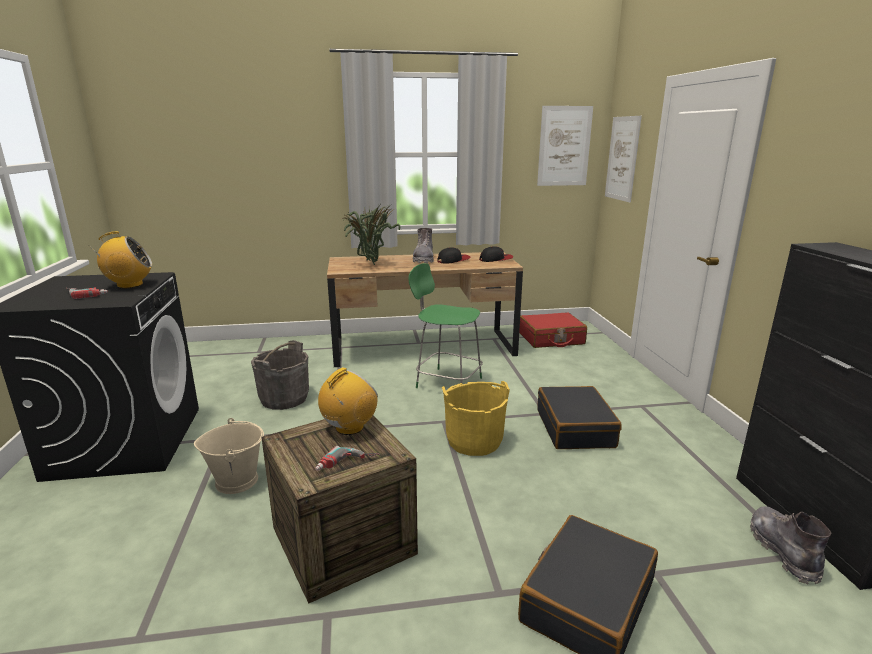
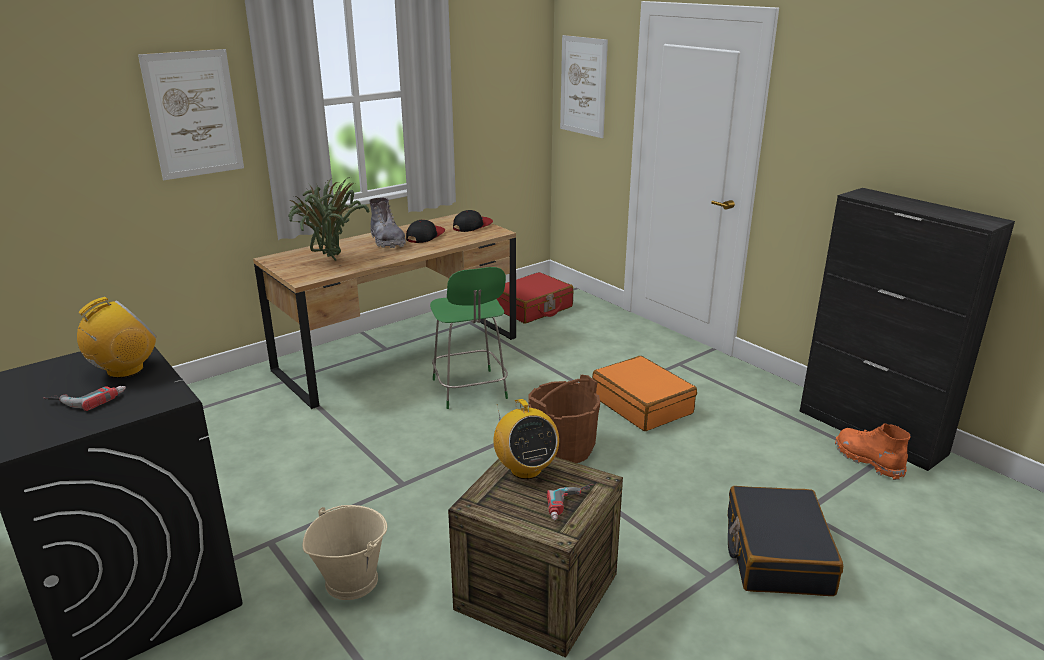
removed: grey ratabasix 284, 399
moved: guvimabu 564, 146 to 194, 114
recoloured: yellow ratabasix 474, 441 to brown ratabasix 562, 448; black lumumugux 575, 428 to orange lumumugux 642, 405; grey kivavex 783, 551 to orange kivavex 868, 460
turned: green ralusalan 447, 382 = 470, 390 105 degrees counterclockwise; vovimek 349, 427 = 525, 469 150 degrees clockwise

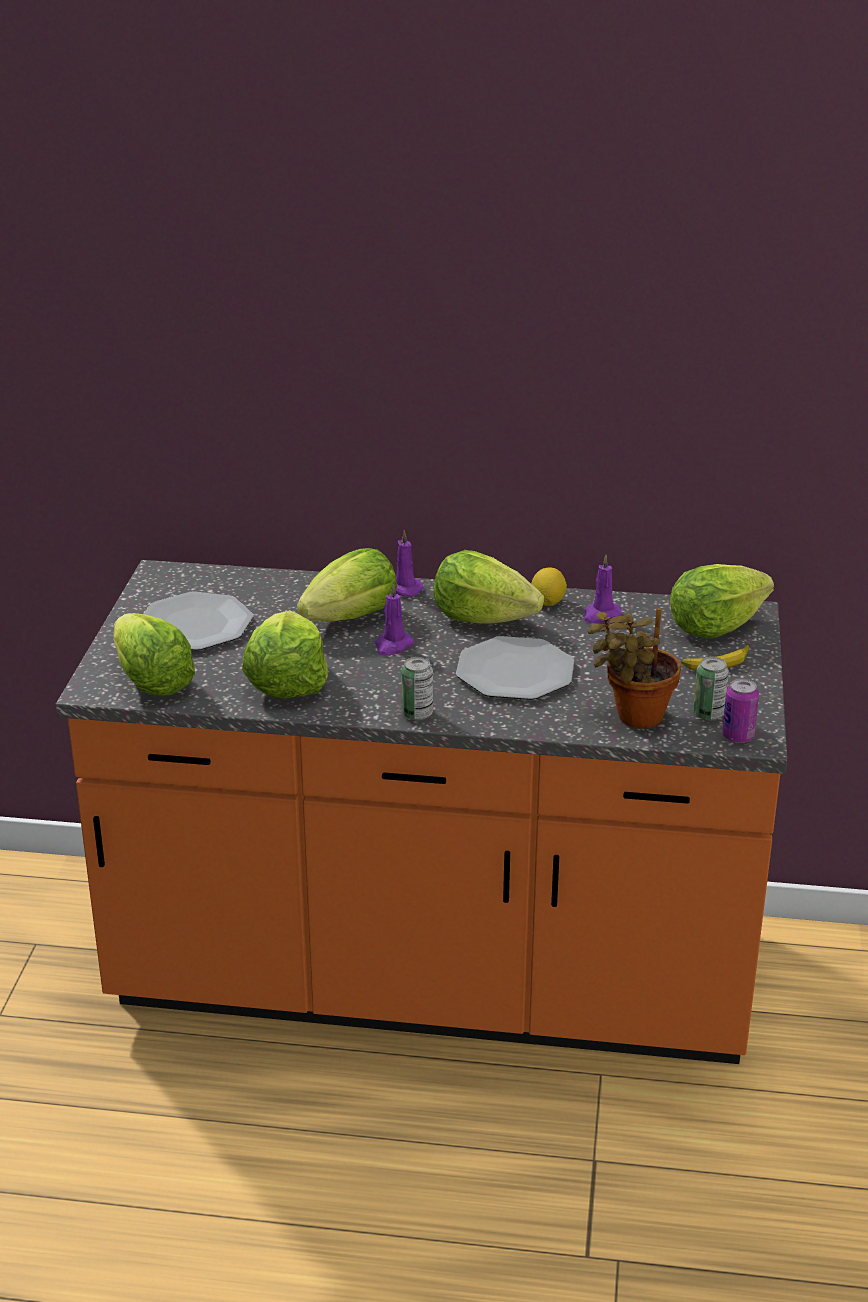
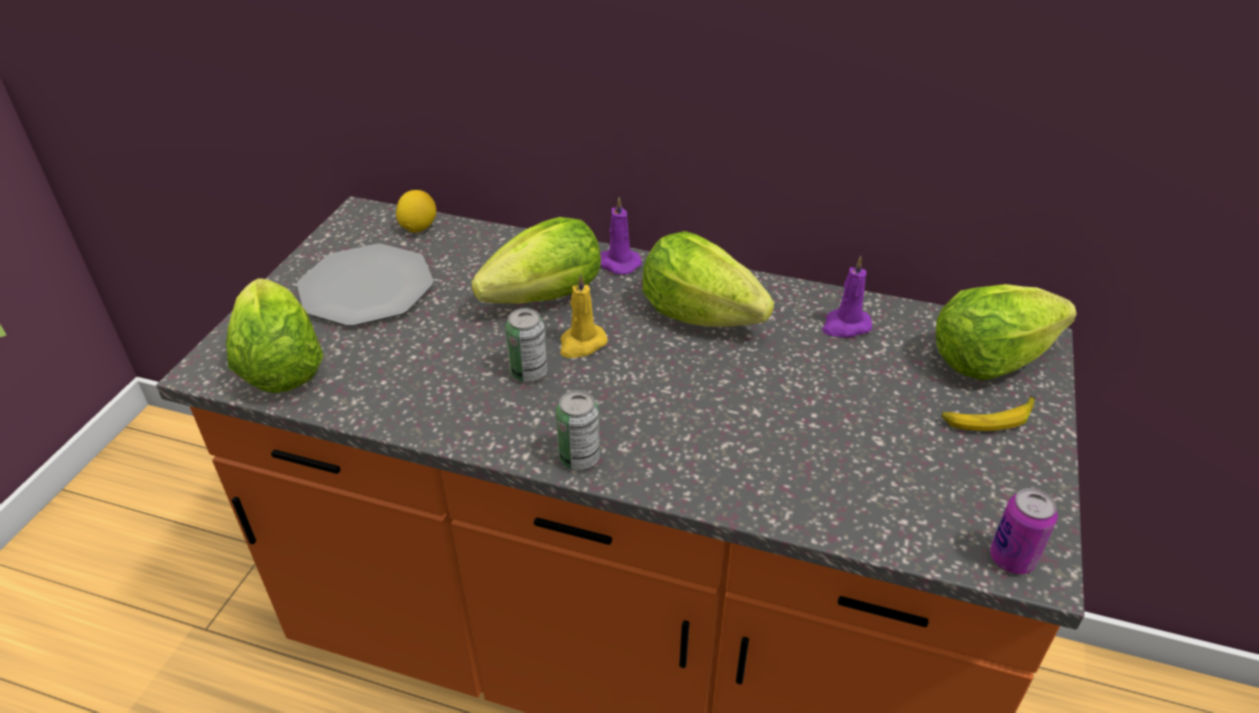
removed: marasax 634, 716; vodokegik 286, 682; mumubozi 515, 672
moved: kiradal 548, 602 to 418, 227; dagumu 708, 714 to 529, 372
recoloured: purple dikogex 393, 646 to yellow dikogex 581, 344

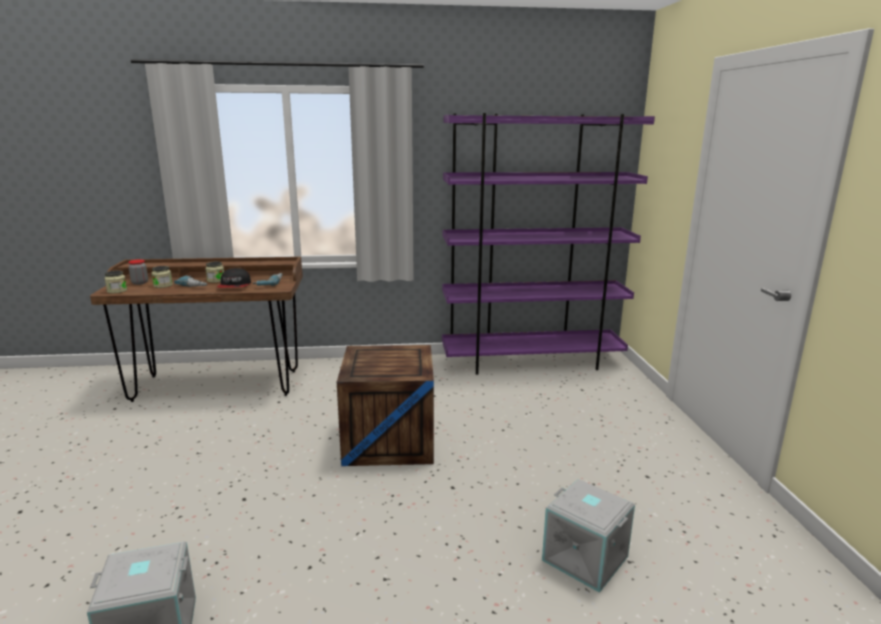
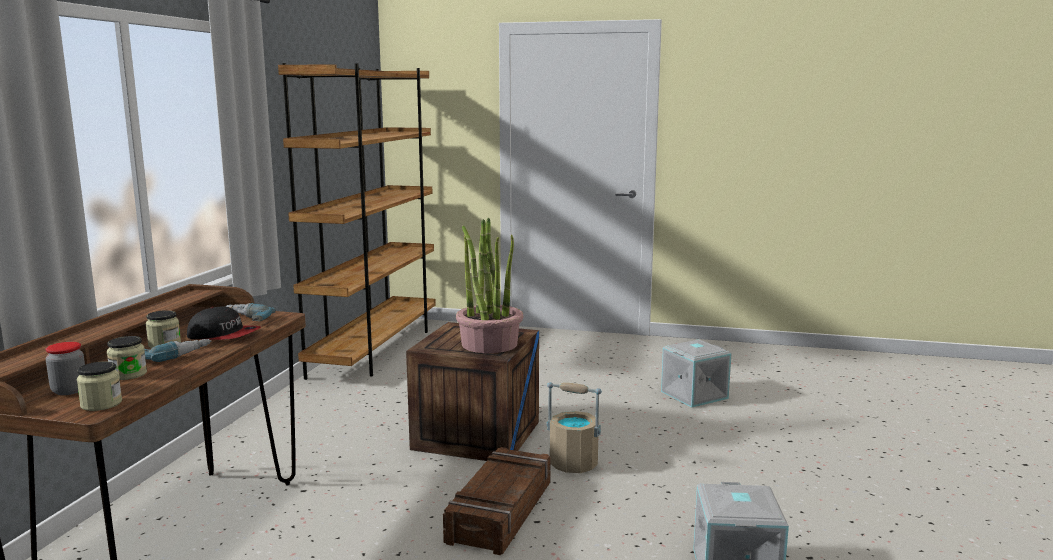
added: marasax 489, 344; beige ratabasix 573, 464; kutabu 499, 511
recoloured: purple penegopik 531, 362 to brown penegopik 375, 350

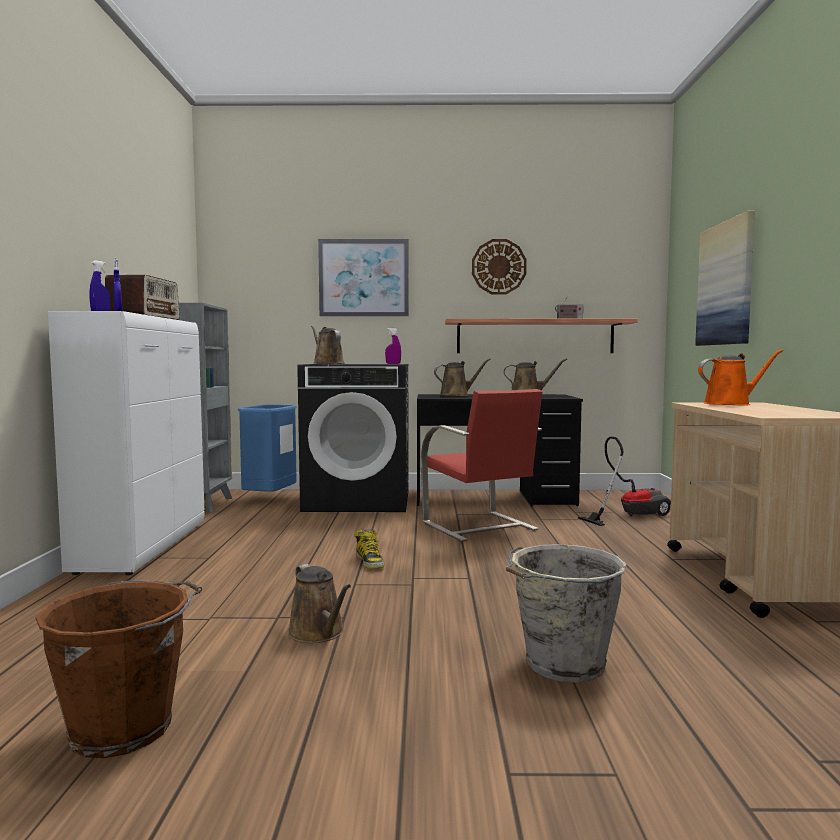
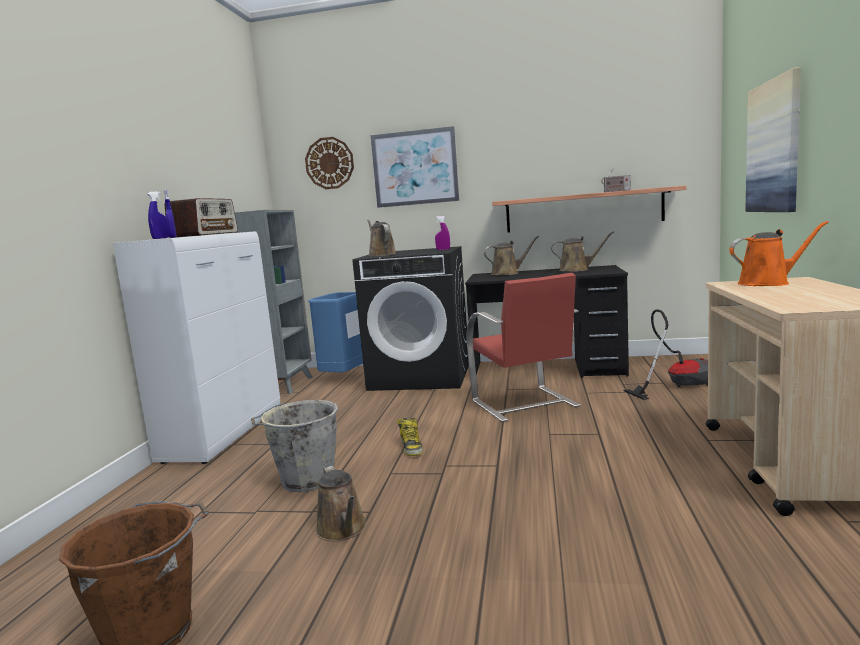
moved: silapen 499, 267 to 329, 163; grey ratabasix 562, 664 to 305, 480

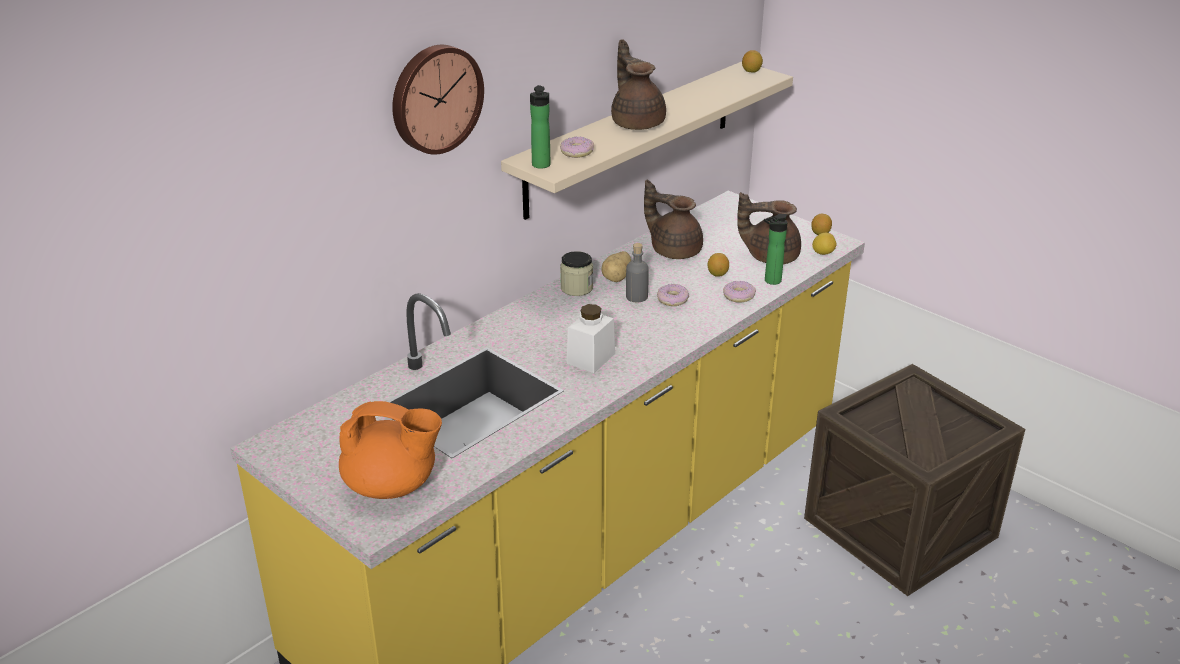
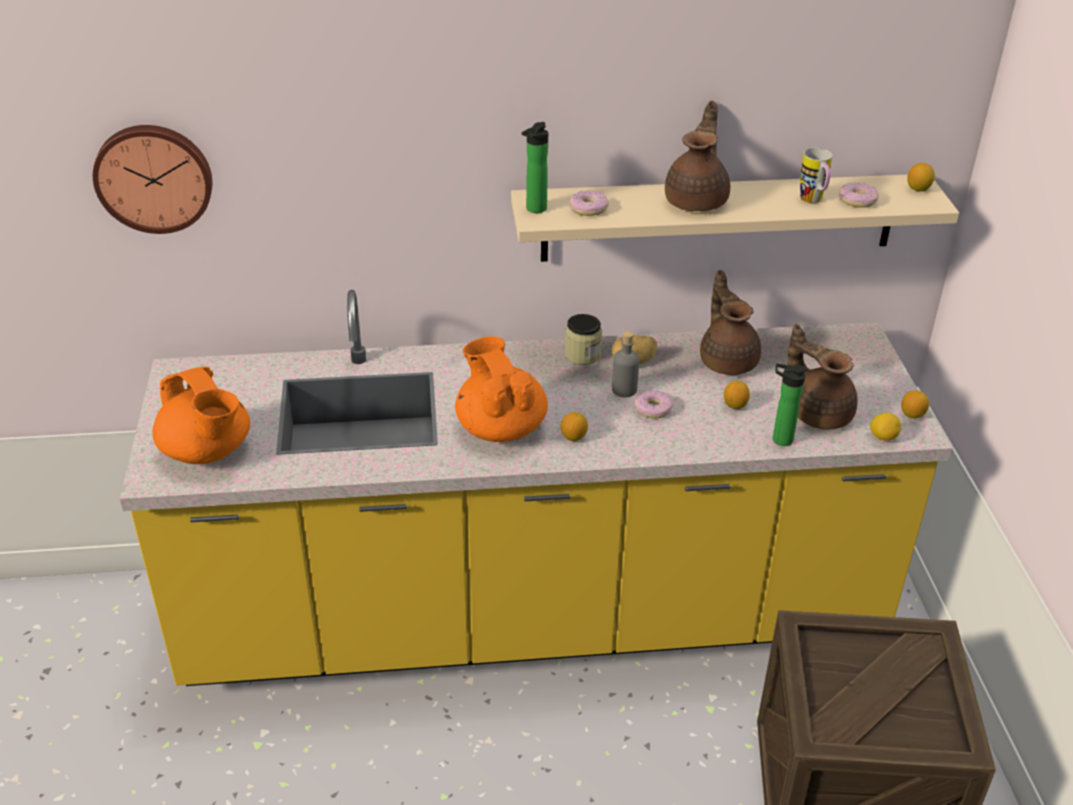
added: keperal 813, 201; kiradal 573, 437
moved: silapen 435, 98 to 154, 177; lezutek 738, 296 to 857, 200
replaced: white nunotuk 591, 358 to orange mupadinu 500, 427

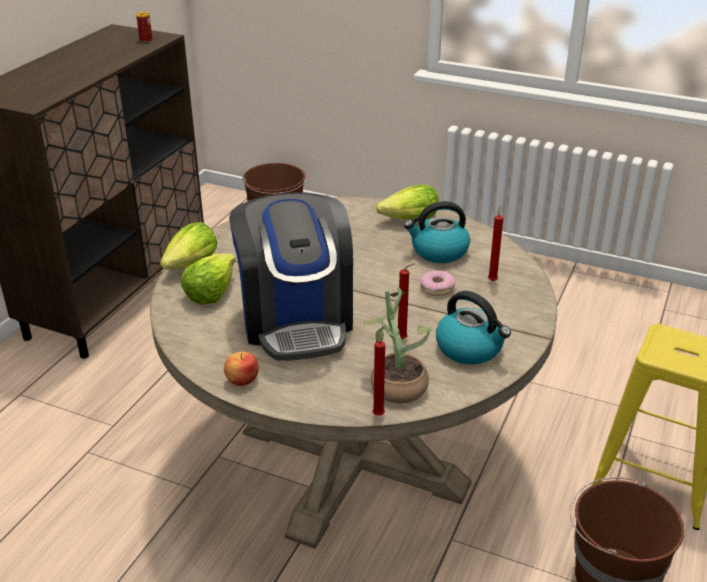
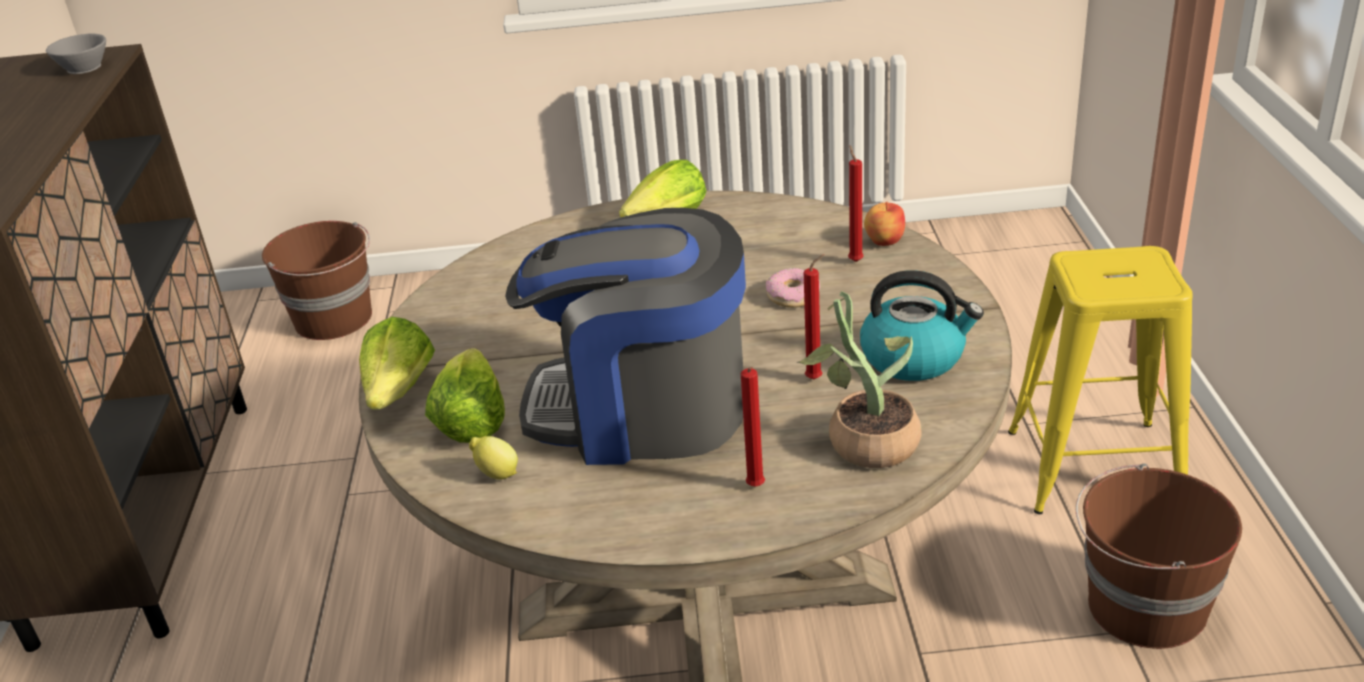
removed: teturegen 438, 251
added: kiradal 496, 474
moved: red dikogex 377, 416 to 755, 488; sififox 242, 380 to 884, 240
replaced: dagumu 146, 40 to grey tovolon 82, 67
turned: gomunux 296, 320 = 642, 410 135 degrees clockwise

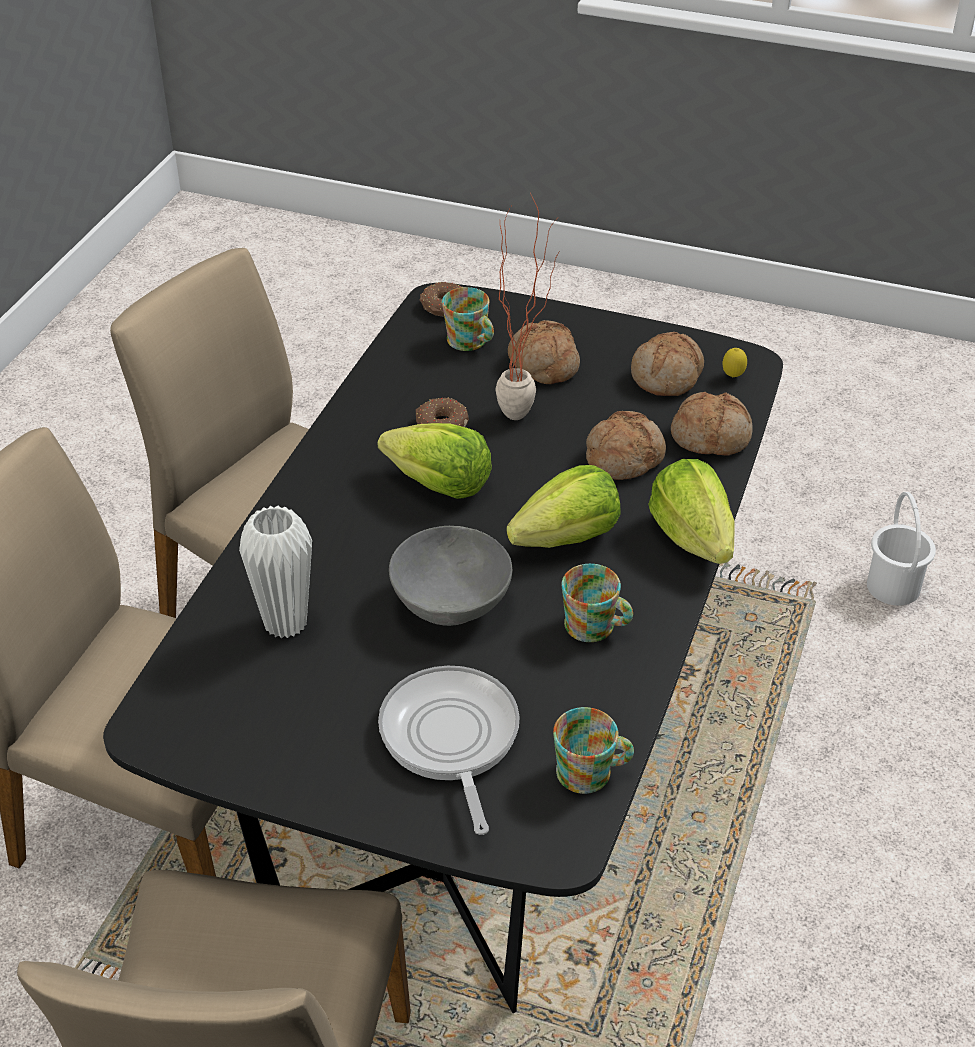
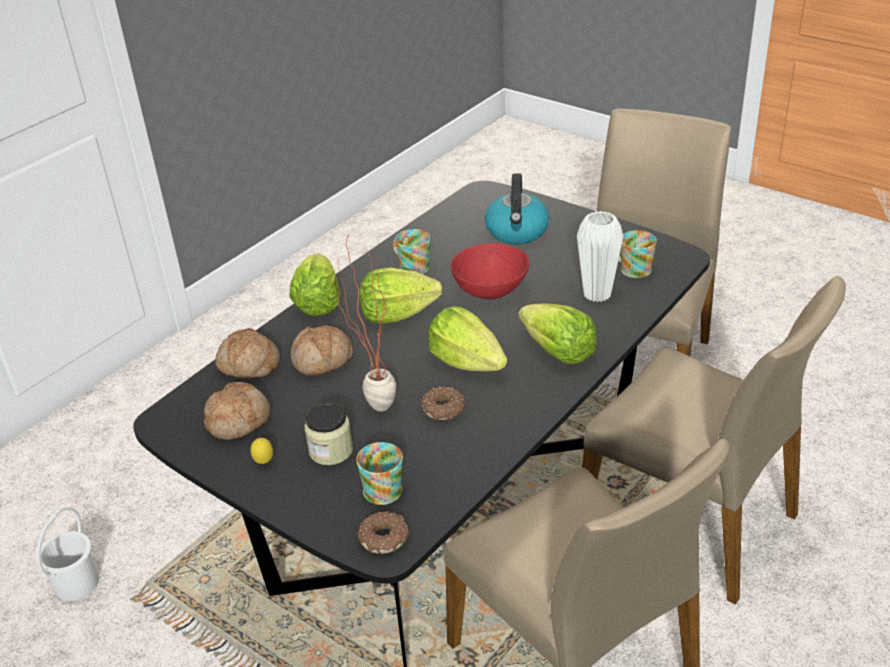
added: vodokegik 557, 352
moved: kiradal 733, 376 to 264, 462; keperal 591, 773 to 631, 269
replaced: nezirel 542, 364 to nunotuk 331, 450; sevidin 450, 739 to teturegen 517, 232
recoloured: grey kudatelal 451, 603 to red kudatelal 490, 290

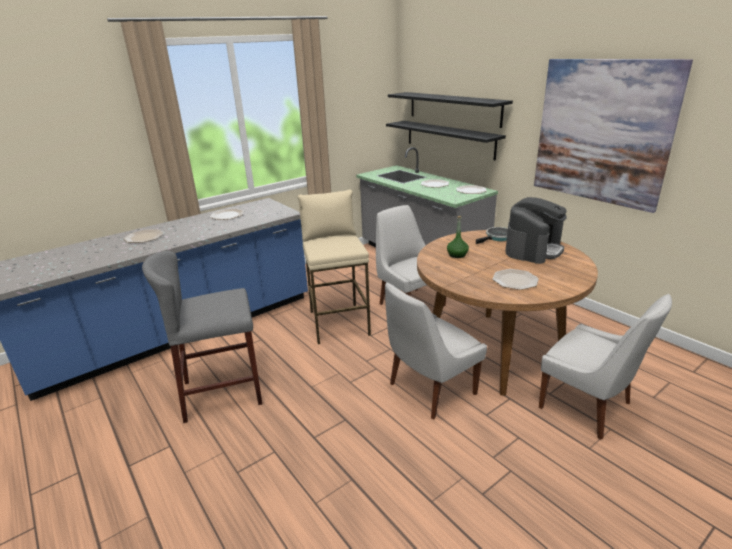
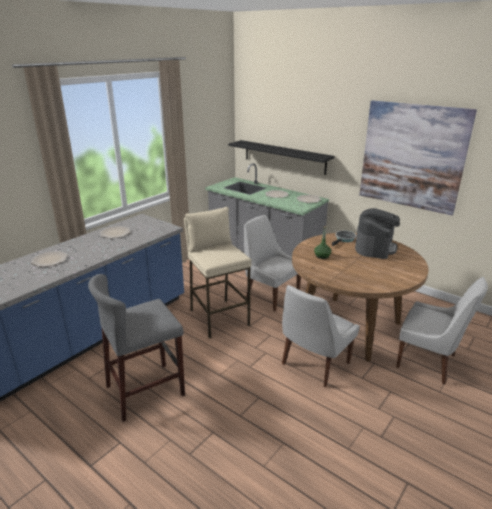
removed: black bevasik 453, 108; mumubozi 514, 280

